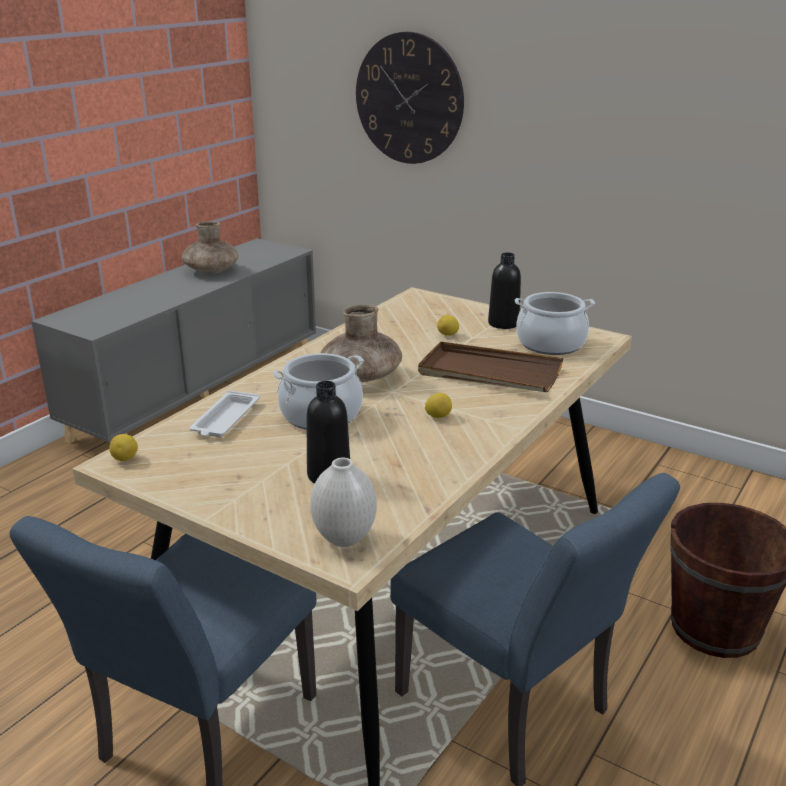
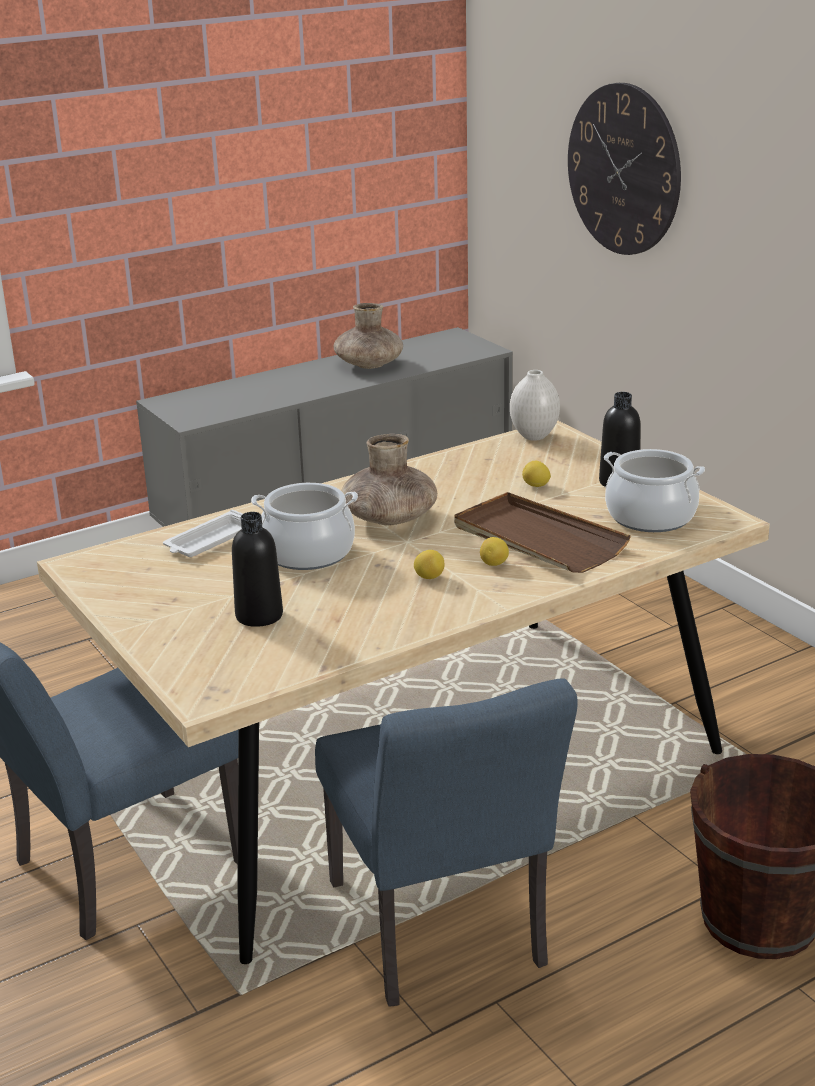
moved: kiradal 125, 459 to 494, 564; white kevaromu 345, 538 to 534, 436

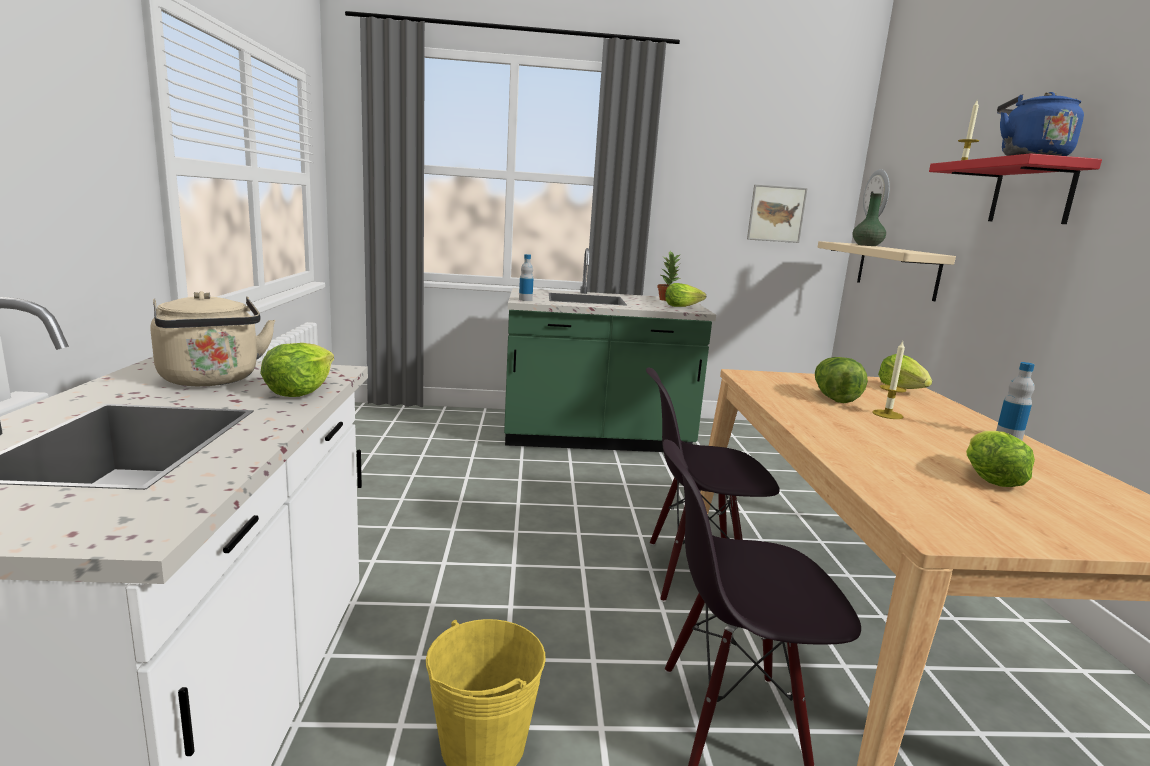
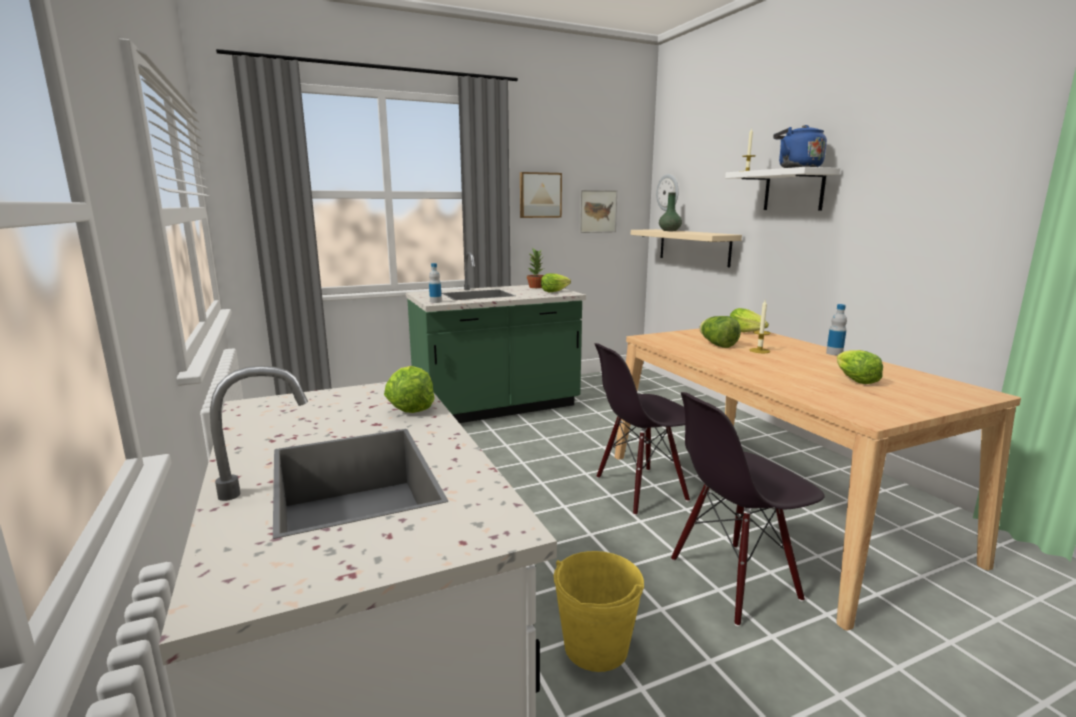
removed: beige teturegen 212, 380
added: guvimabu 539, 195
recoloured: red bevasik 1032, 193 to white bevasik 793, 190

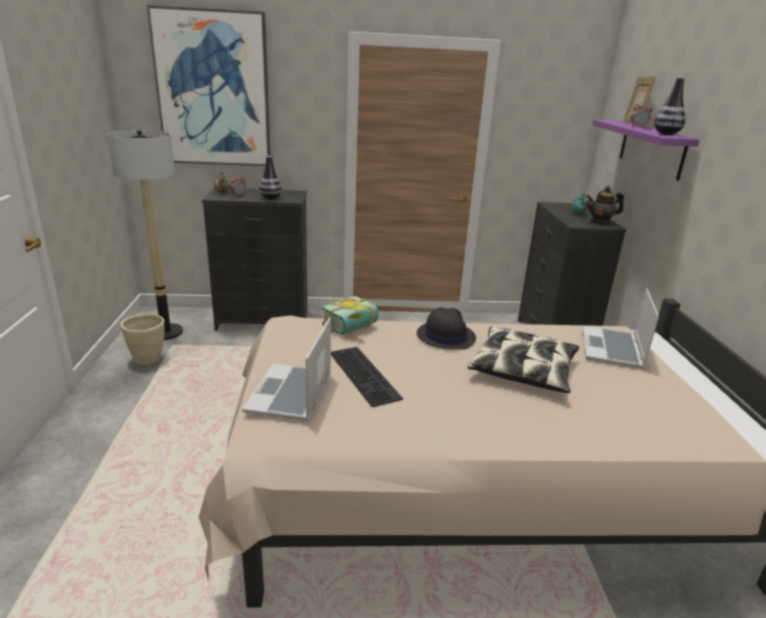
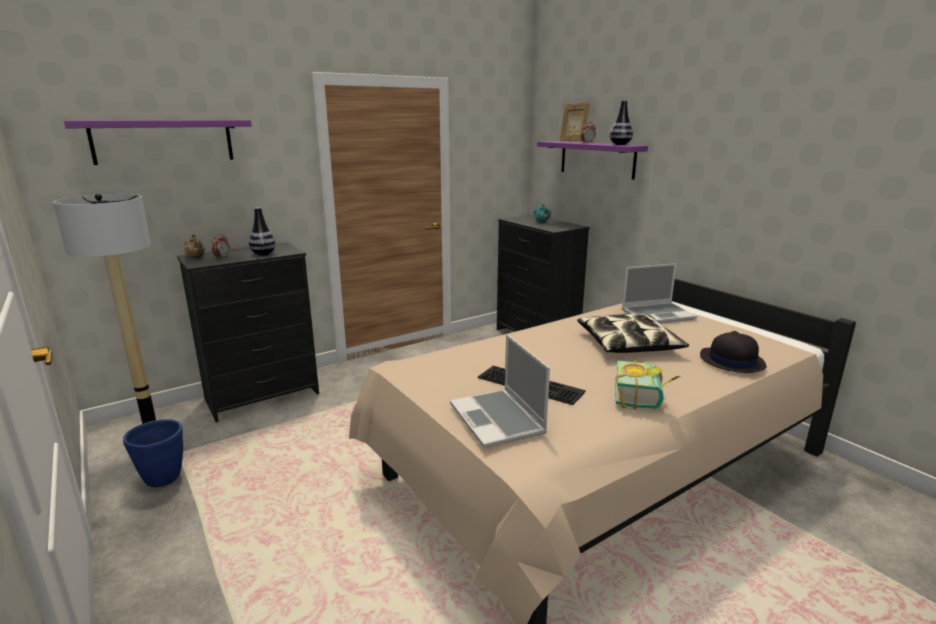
removed: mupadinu 600, 222
moved: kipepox 353, 328 to 643, 398; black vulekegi 445, 336 to 731, 361
replaced: guvimabu 214, 90 to purple bevasik 164, 141
recoloured: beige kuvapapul 148, 359 to blue kuvapapul 163, 478
turned: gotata 612, 349 = 658, 314 90 degrees counterclockwise

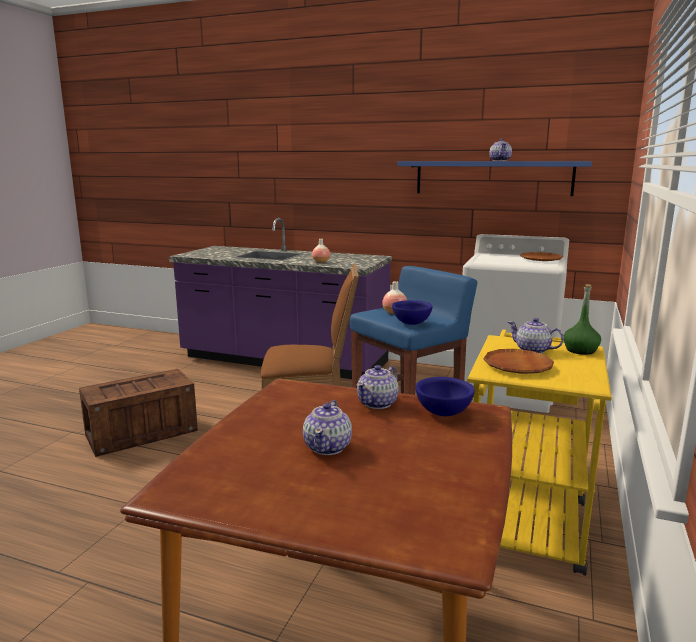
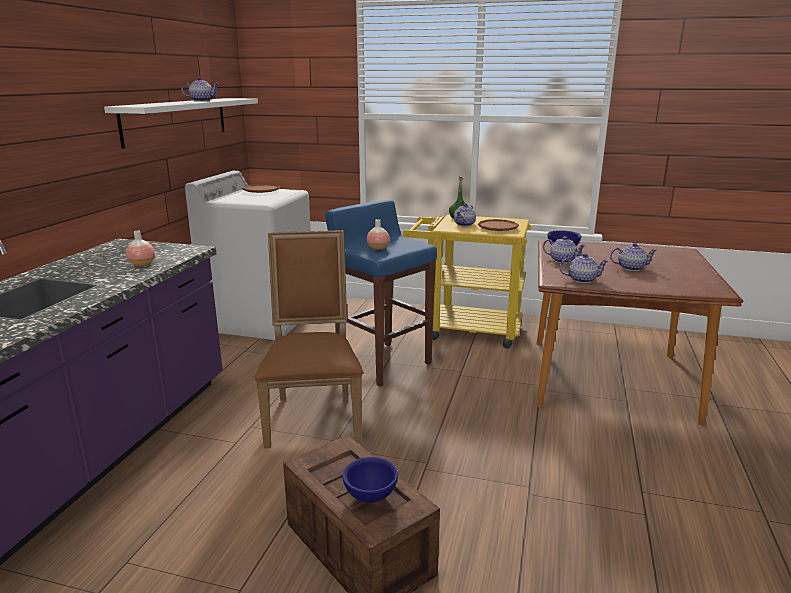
added: mupadinu 581, 280
moved: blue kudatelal 412, 323 to 370, 495
recoloured: blue bevasik 492, 178 to white bevasik 176, 120

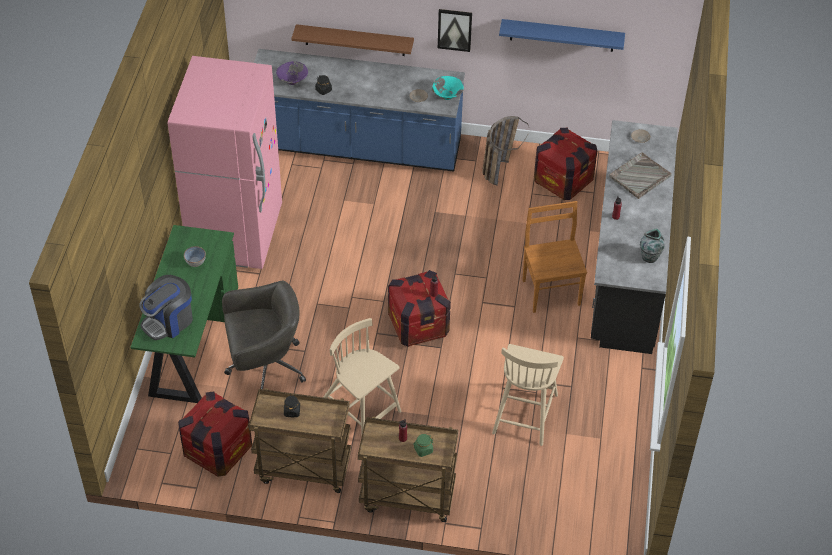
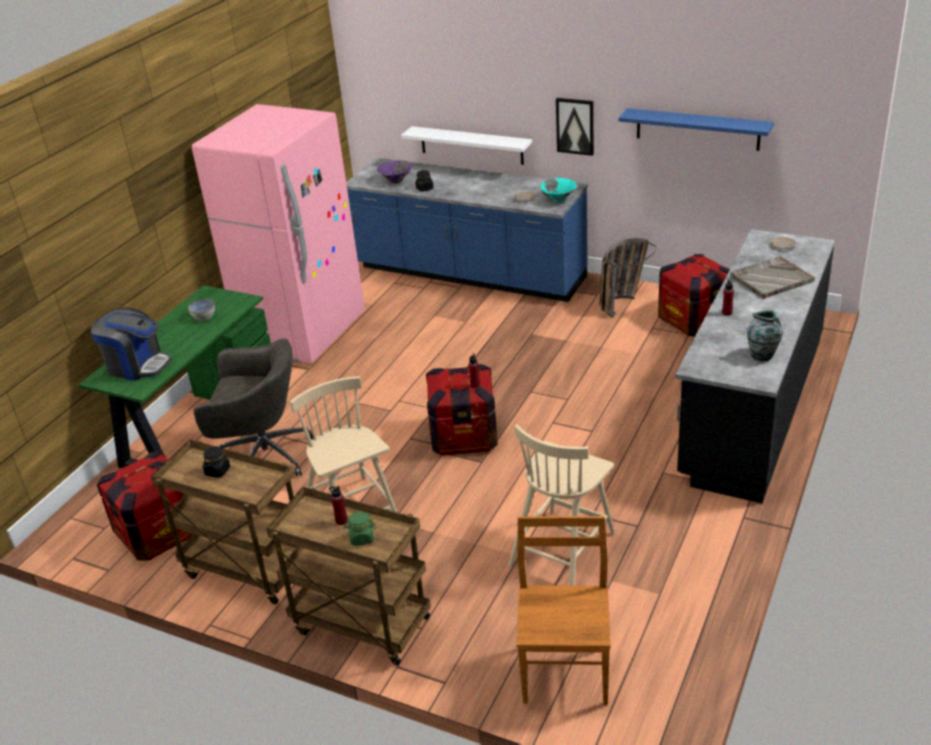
moved: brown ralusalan 550, 291 to 565, 671
recoloured: brown bevasik 354, 40 to white bevasik 471, 145
turned: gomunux 169, 321 = 137, 365 135 degrees counterclockwise

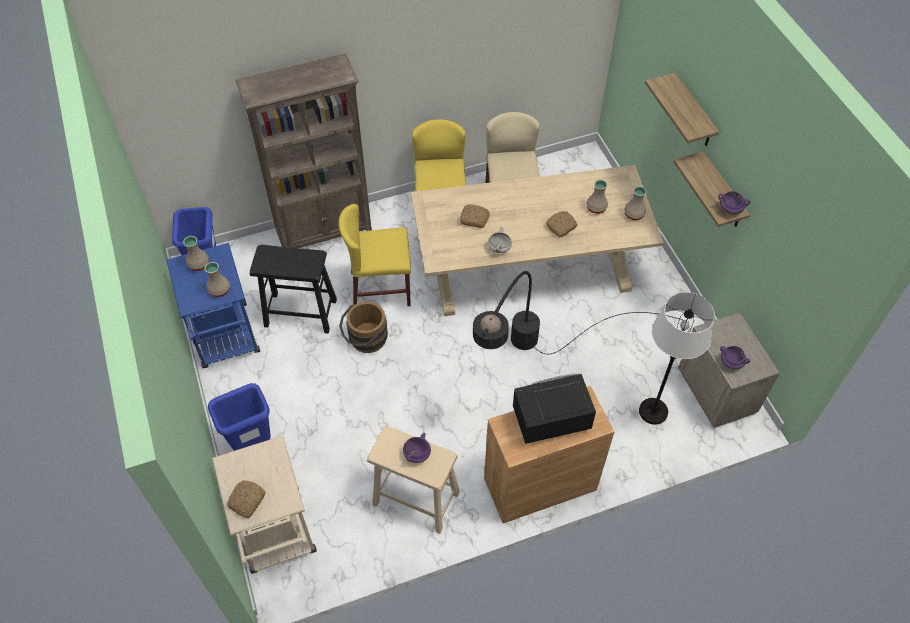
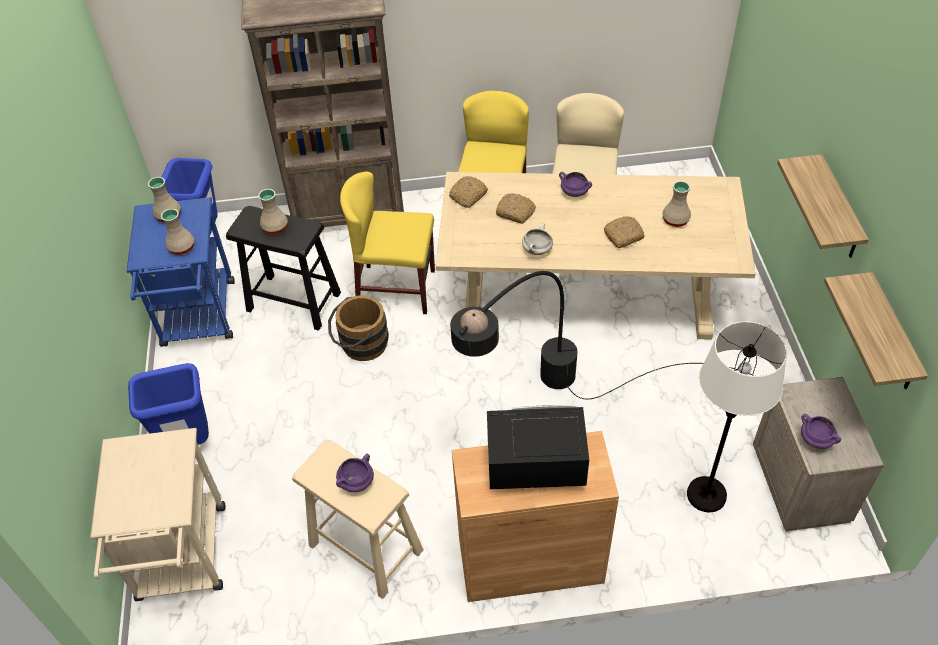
moved: bevasik 693, 112 to 892, 335; beige kevaromu 634, 214 to 275, 228; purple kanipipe 730, 209 to 575, 193; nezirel 247, 501 to 468, 196

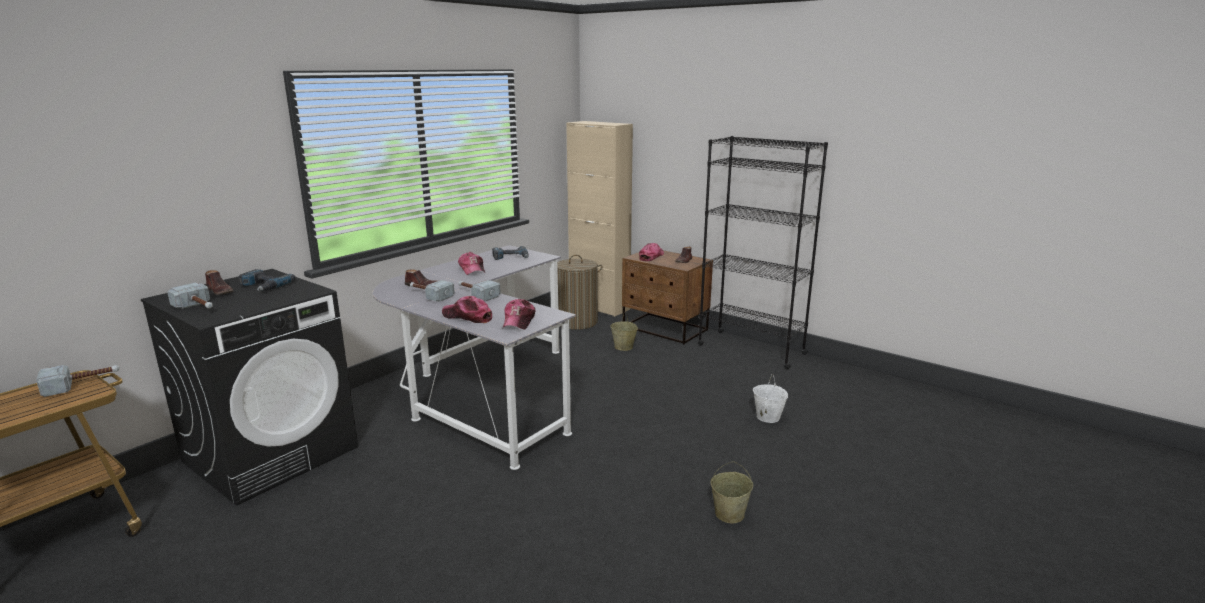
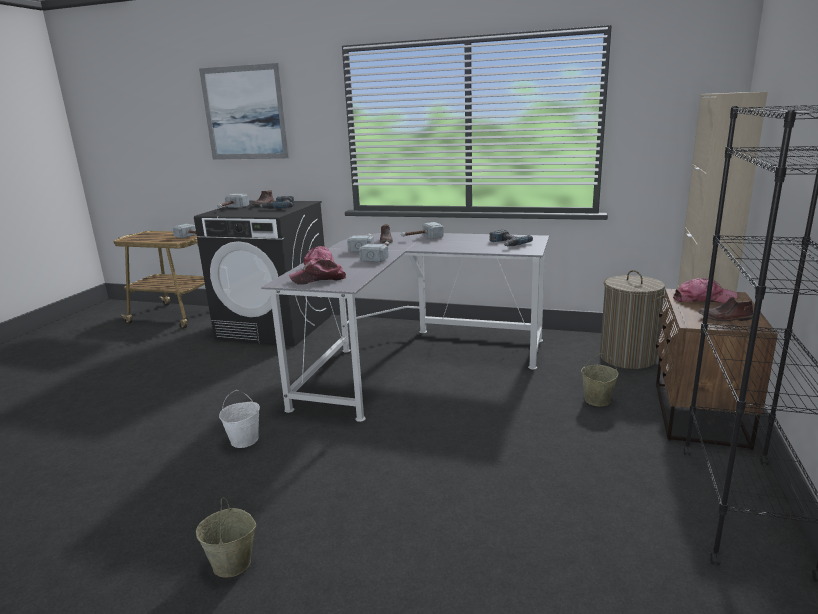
removed: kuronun 472, 269
added: guvimabu 245, 113; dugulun 421, 238
moved: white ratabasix 767, 417 to 245, 440

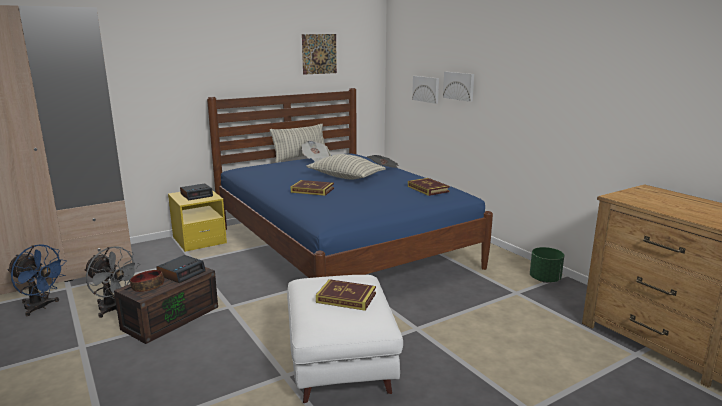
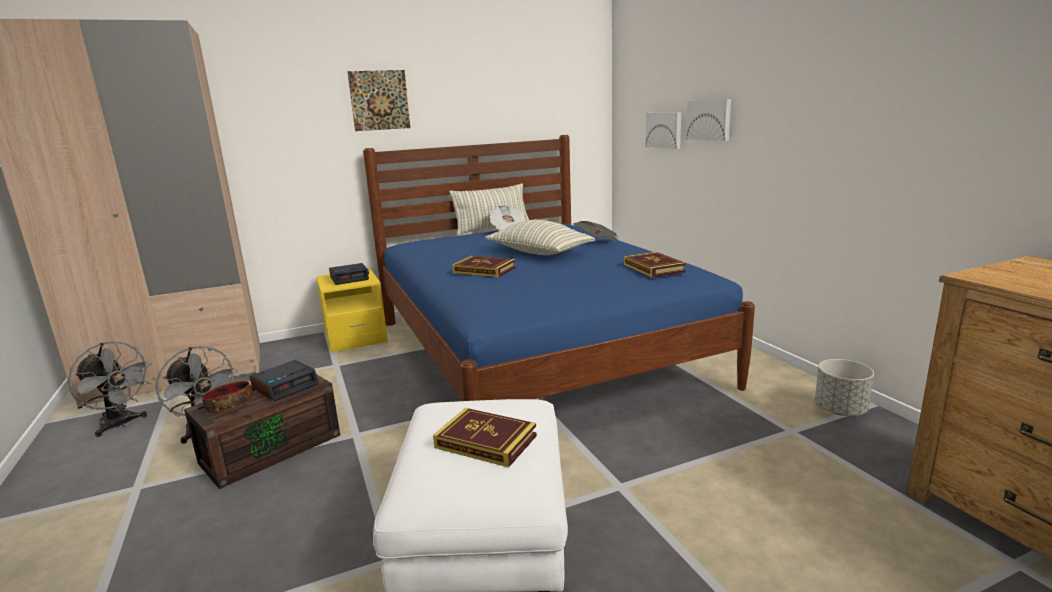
moved: guvimabu 319, 54 to 379, 100
recoloured: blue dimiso 41, 307 to grey dimiso 121, 425; green kuvapapul 545, 279 to grey kuvapapul 840, 410

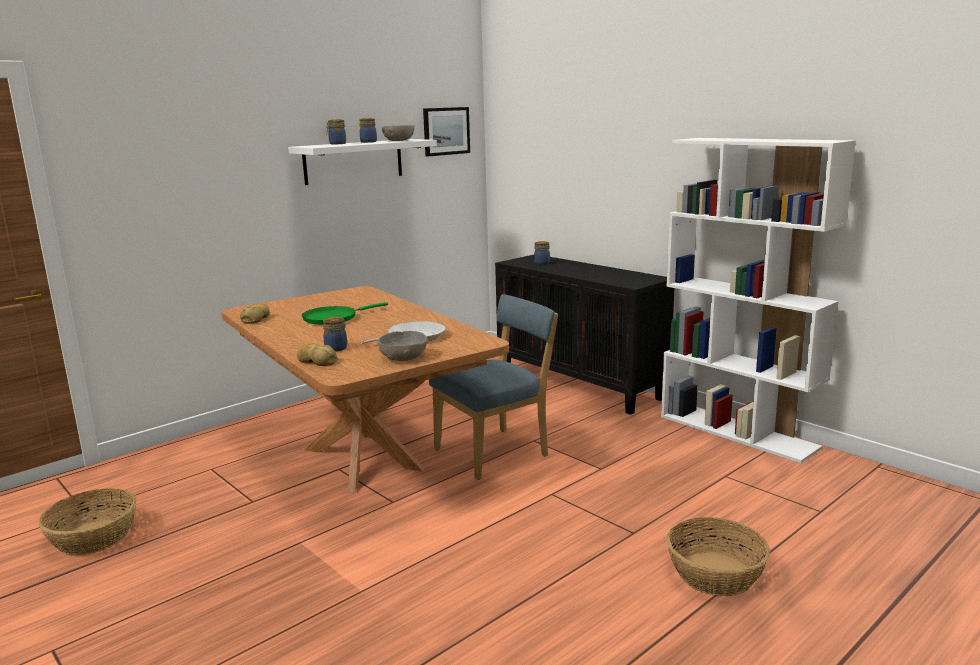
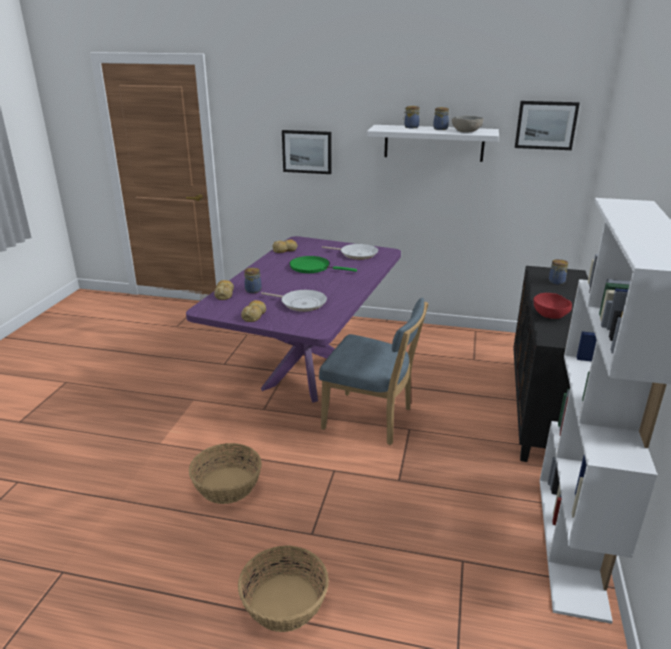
added: guvimabu 307, 151; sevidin 356, 254; red kudatelal 550, 315
moved: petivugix 93, 537 to 227, 485
replaced: grey kudatelal 403, 358 to nezirel 254, 315
recoloured: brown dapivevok 362, 458 to purple dapivevok 307, 373

